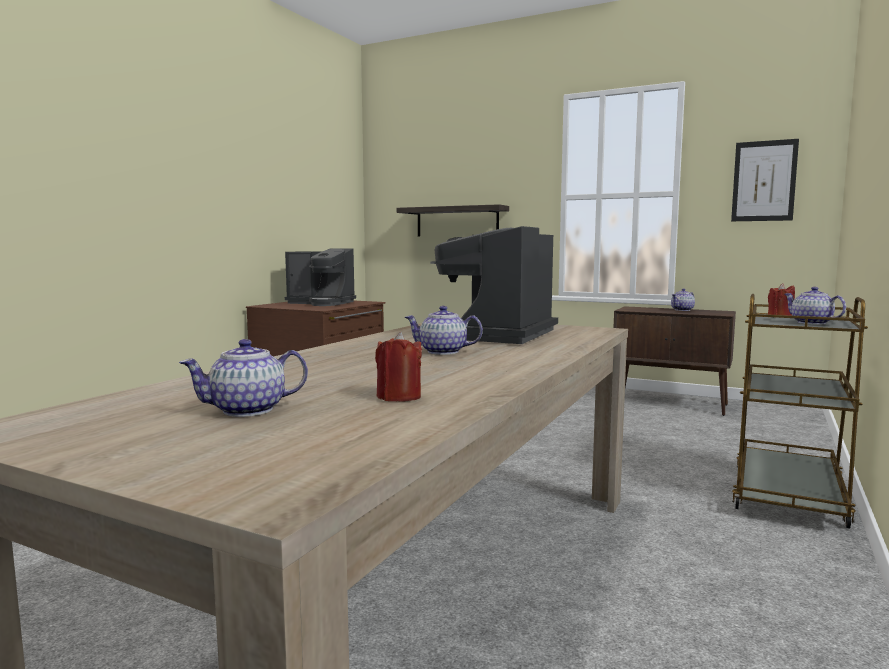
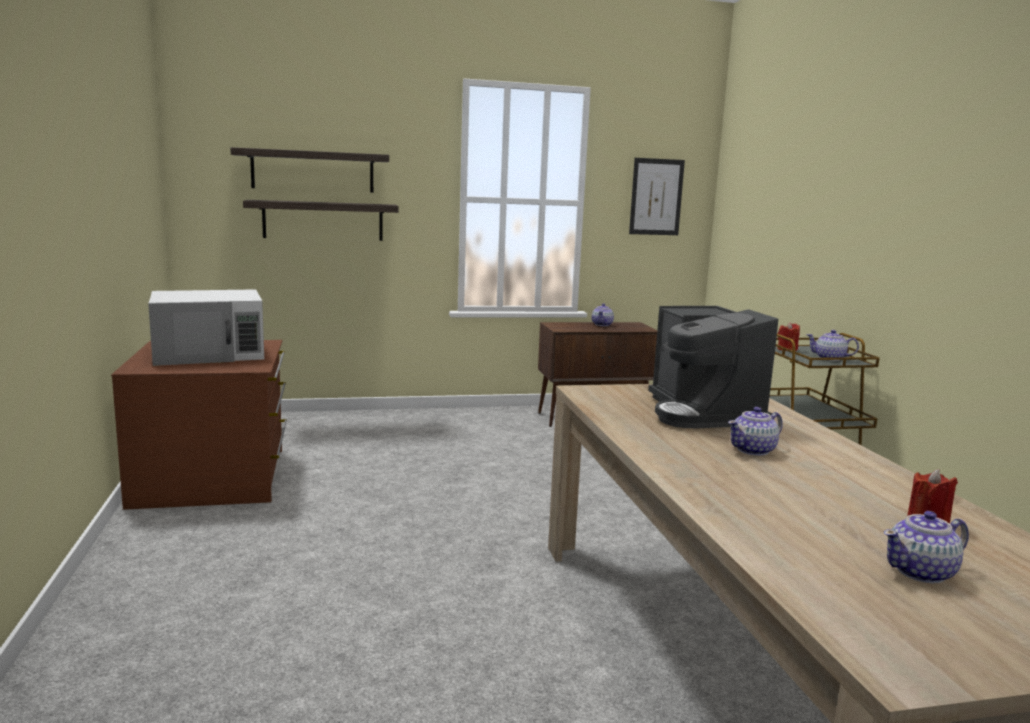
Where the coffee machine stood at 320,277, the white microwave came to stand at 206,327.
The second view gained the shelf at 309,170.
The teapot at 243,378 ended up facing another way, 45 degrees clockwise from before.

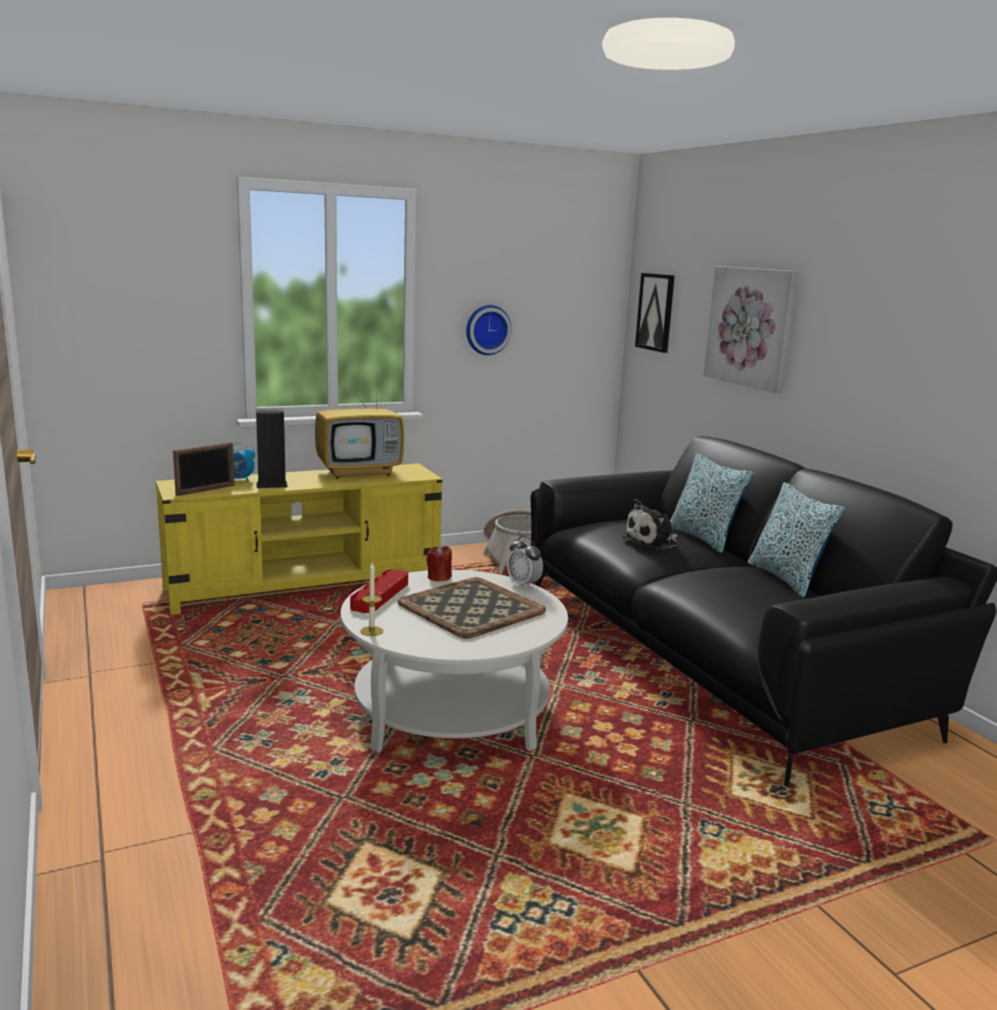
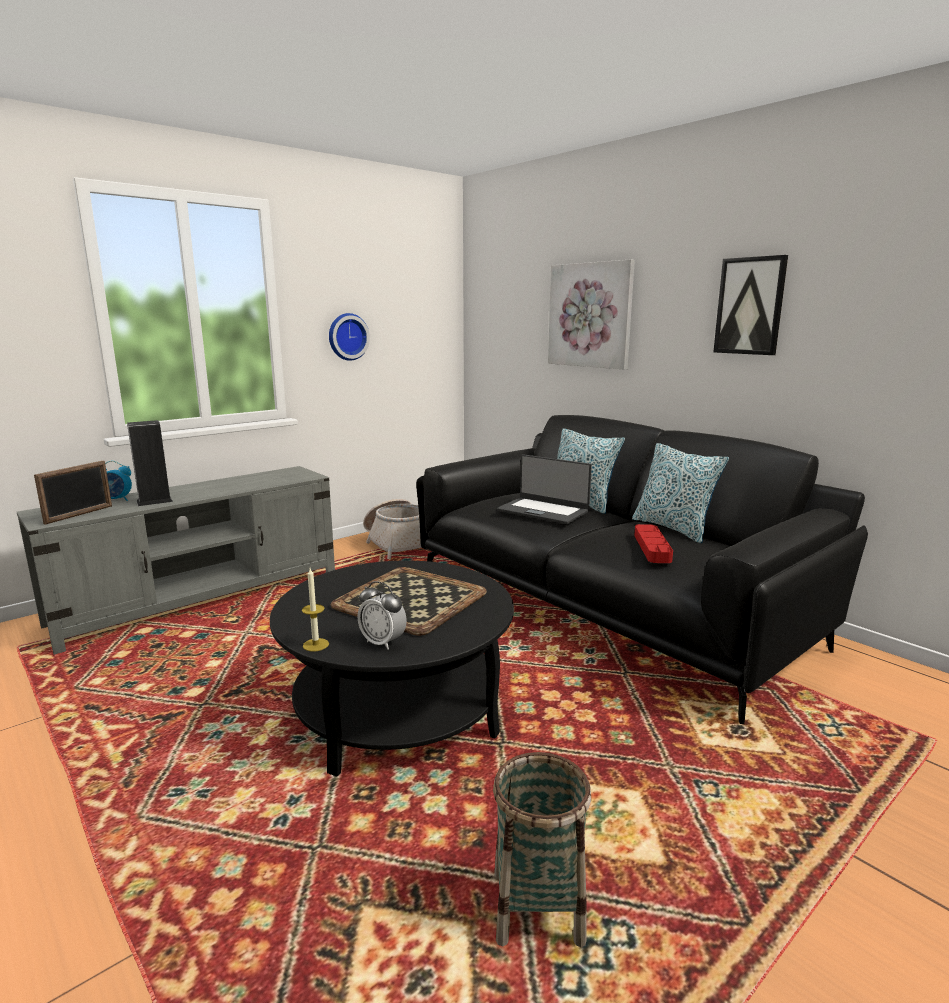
What was the yellow tv stand at 299,539 turned into the grey tv stand at 176,560.
What was the white coffee table at 454,661 turned into the black coffee table at 392,668.
The alarm clock ended up elsewhere, having gone from 525,562 to 382,615.
The second view gained the basket at 542,849.
Where the plush toy stood at 650,524, the laptop came to stand at 544,489.
The red tray ended up elsewhere, having gone from 379,591 to 653,543.
The picture ended up elsewhere, having gone from 655,313 to 750,305.
The second view lost the television at 359,428.
The second view lost the red candle at 439,563.

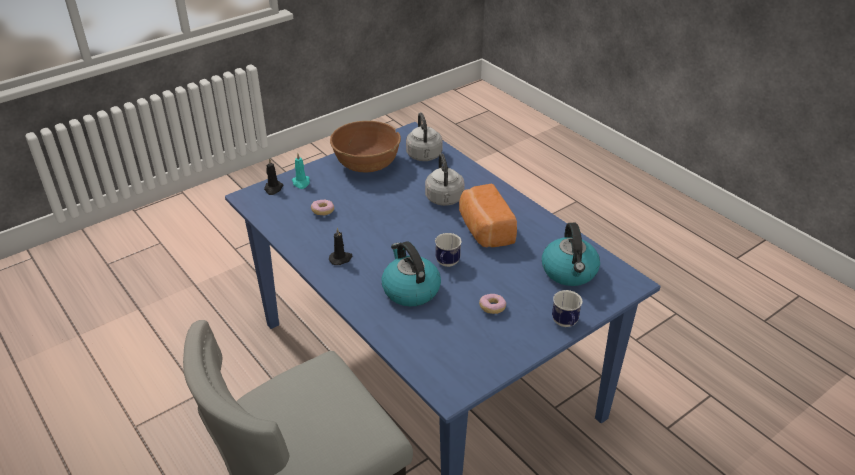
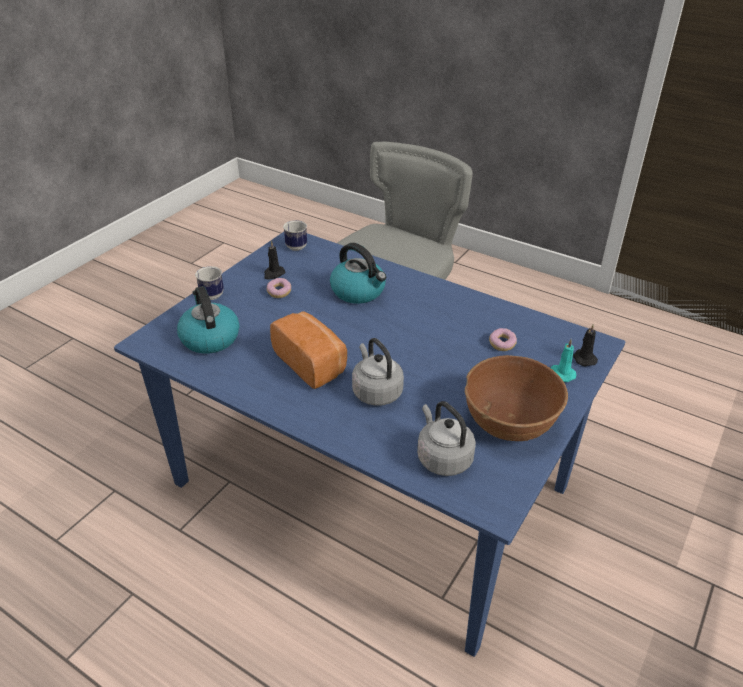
The black candle ended up elsewhere, having gone from 341,246 to 274,259.
The mug ended up elsewhere, having gone from 448,250 to 295,235.

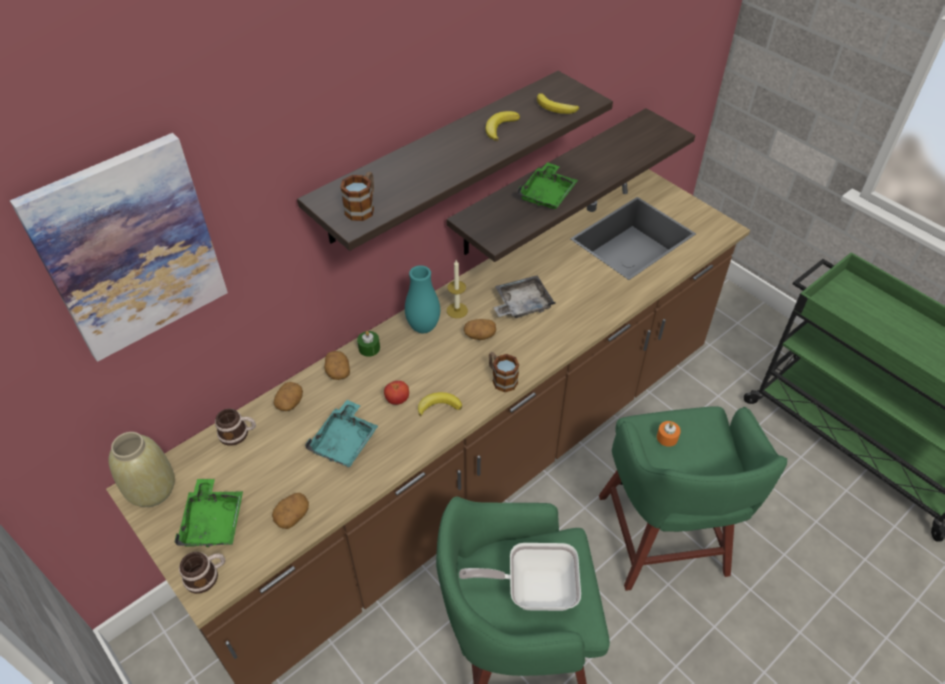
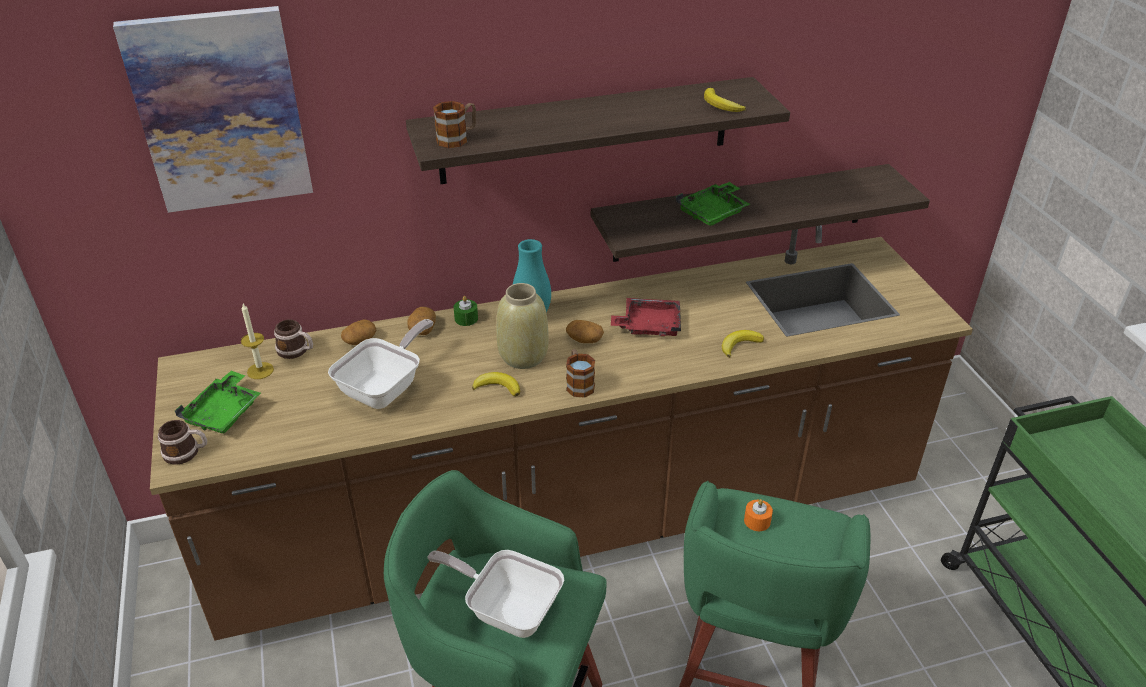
The candle ended up elsewhere, having gone from 457,289 to 257,341.
Where the turquoise tray stood at 341,434, the frying pan came to stand at 380,364.
The beige vase ended up elsewhere, having gone from 141,469 to 522,326.
What was the grey tray at 524,296 turned into the red tray at 646,317.
The banana ended up elsewhere, having gone from 502,126 to 743,344.
The second view lost the potato at 290,511.
The second view lost the tomato at 396,393.

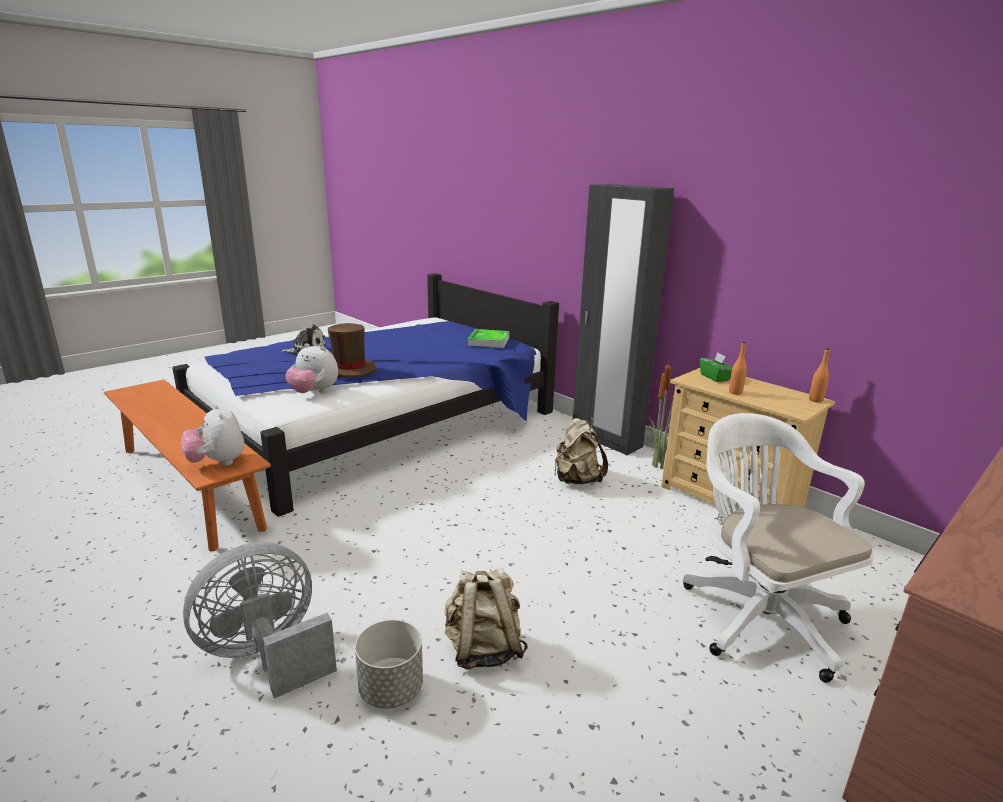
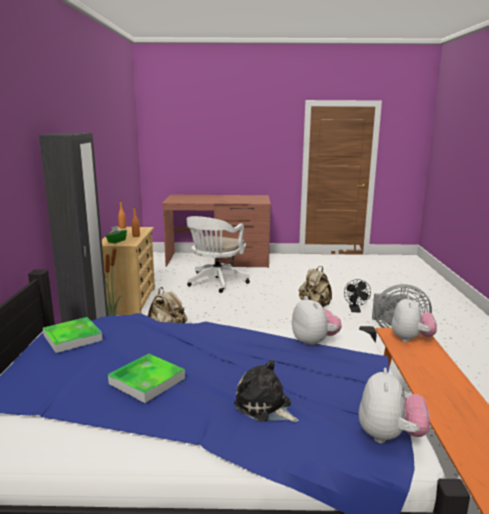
The second view gained the tray at 146,378.
Where the grey planter stood at 389,664, the black fan came to stand at 357,295.
The second view gained the plush toy at 394,405.
The second view lost the brown hat at 352,350.

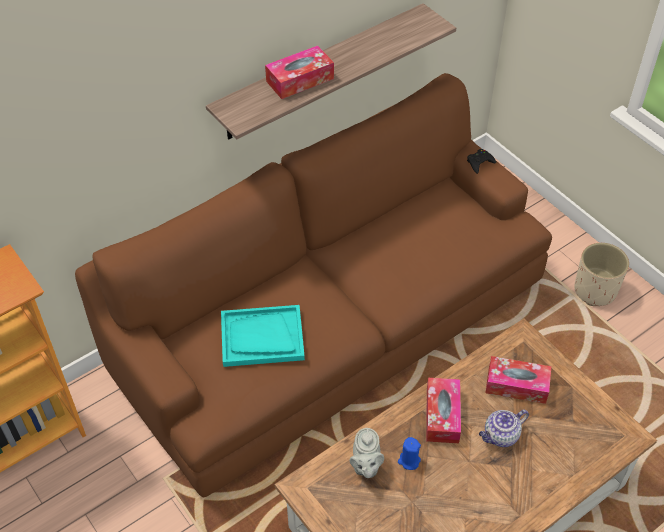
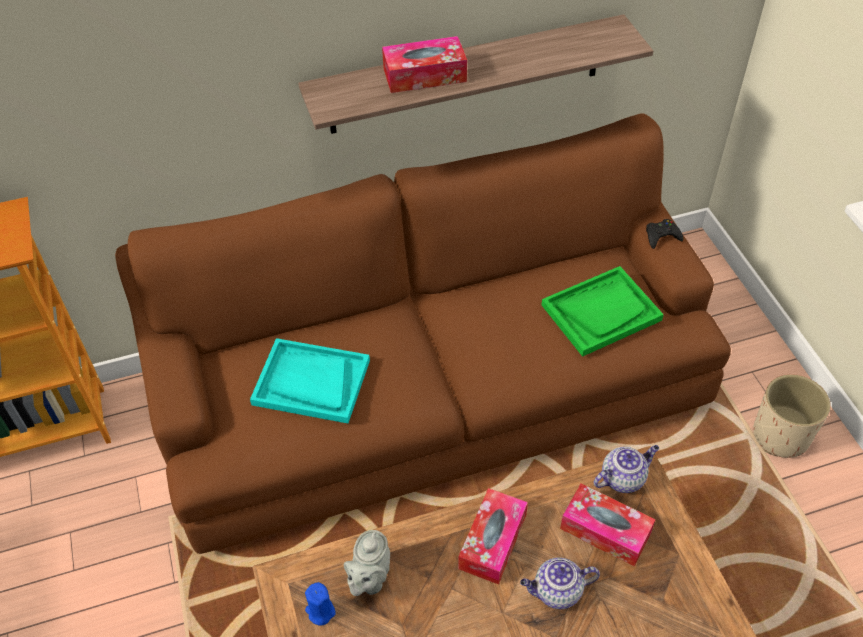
The blue candle ended up elsewhere, having gone from 409,453 to 320,604.
The second view gained the green tray at 603,311.
The second view gained the teapot at 626,469.

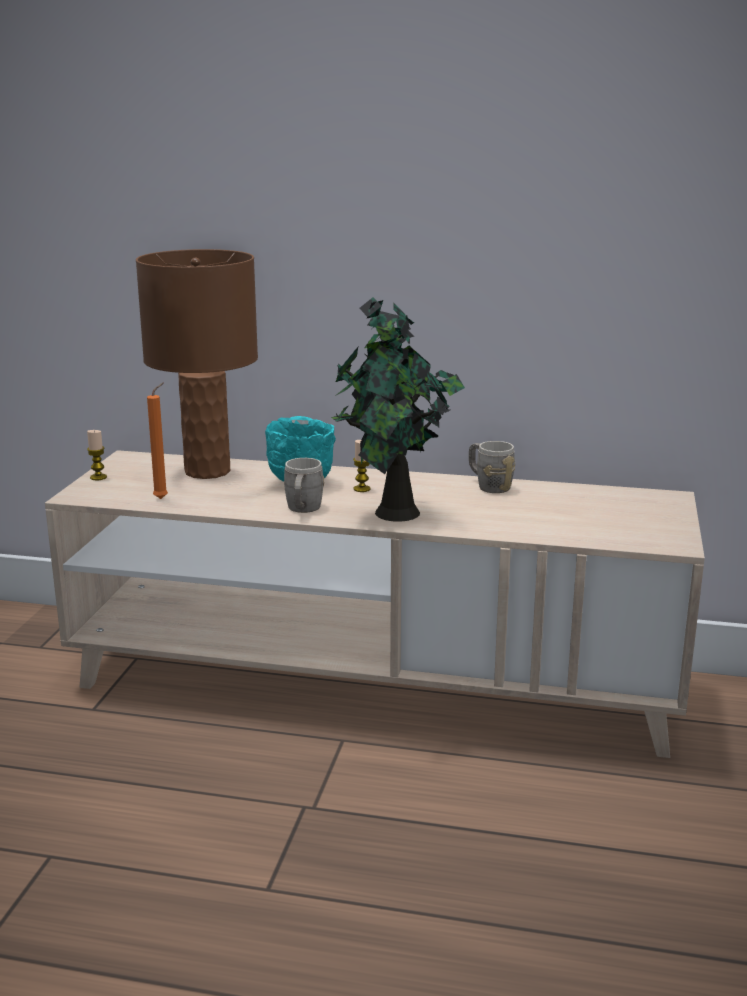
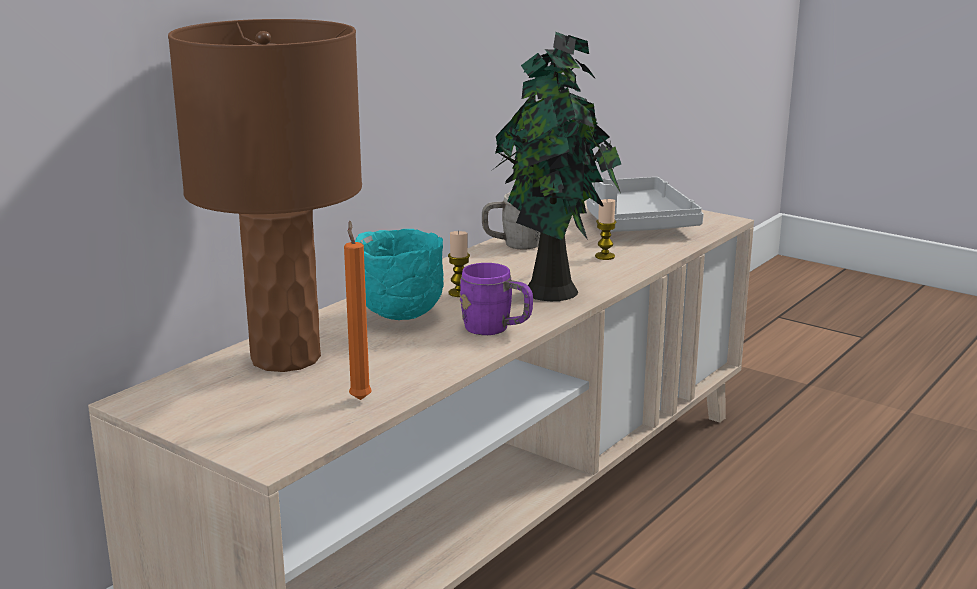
What was the grey mug at 304,485 turned into the purple mug at 496,299.
The second view gained the grey tray at 645,204.
The candle ended up elsewhere, having gone from 97,455 to 605,229.

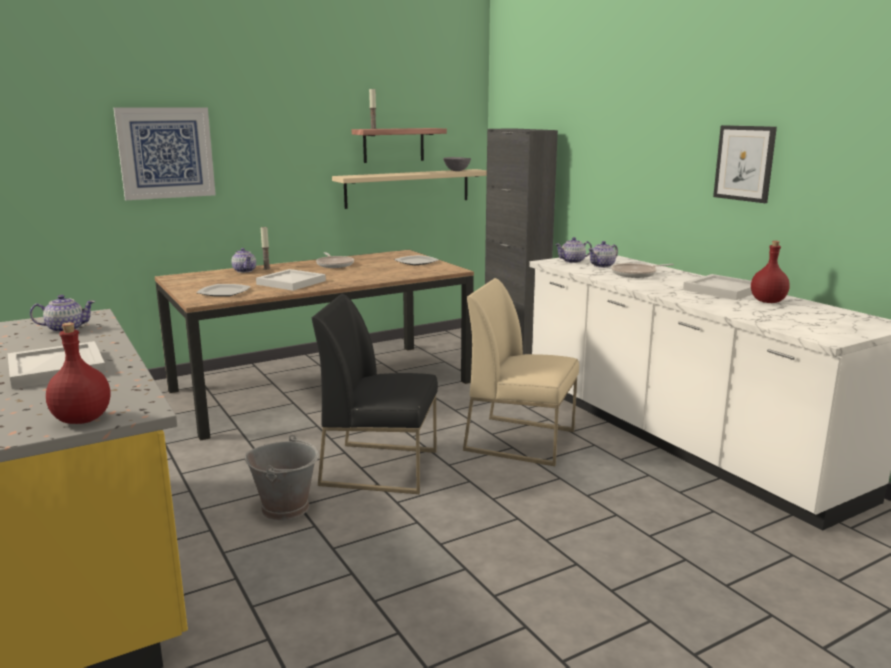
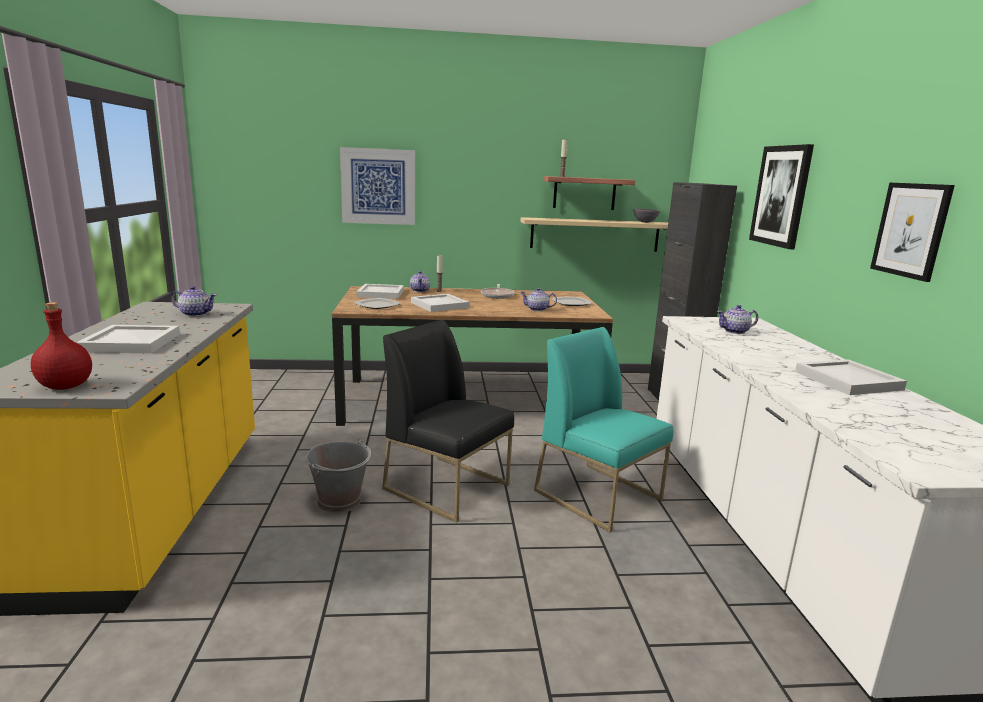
The second view gained the white tray at 380,291.
The teapot ended up elsewhere, having gone from 573,250 to 538,299.
What was the beige chair at 521,372 turned into the turquoise chair at 604,429.
The second view gained the picture at 781,196.
The second view lost the frying pan at 642,270.
The second view lost the red bottle at 770,272.

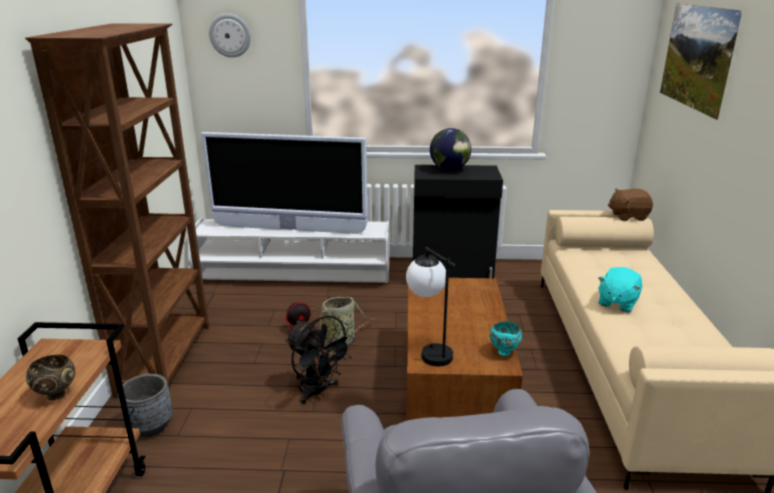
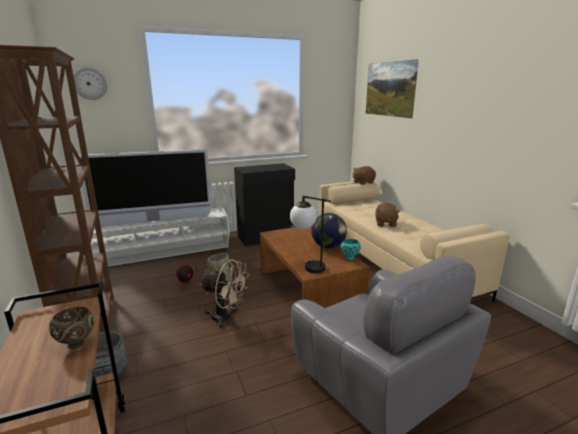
What was the black fan at 320,360 turned into the beige fan at 224,293.
The globe ended up elsewhere, having gone from 451,149 to 329,231.
What was the turquoise plush toy at 620,289 turned into the brown plush toy at 387,215.

